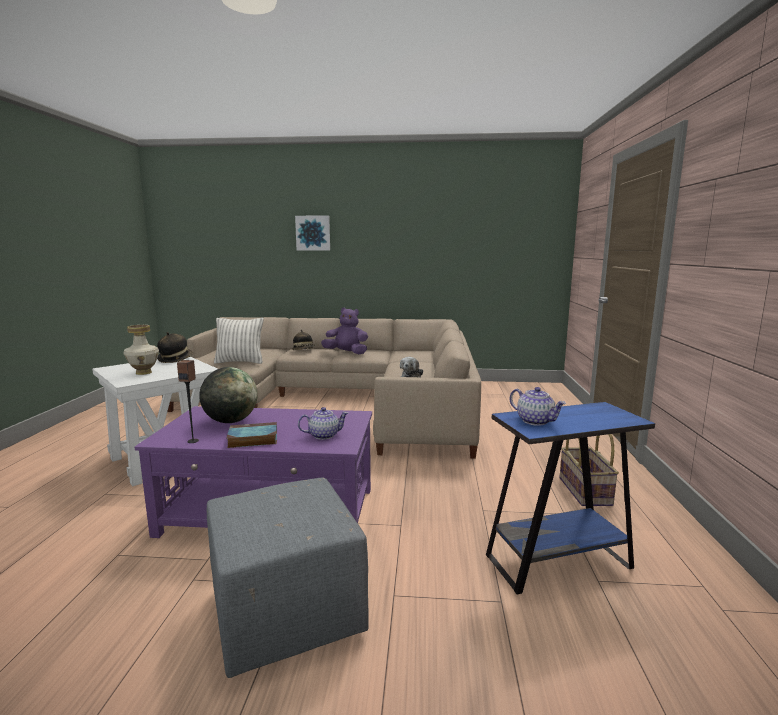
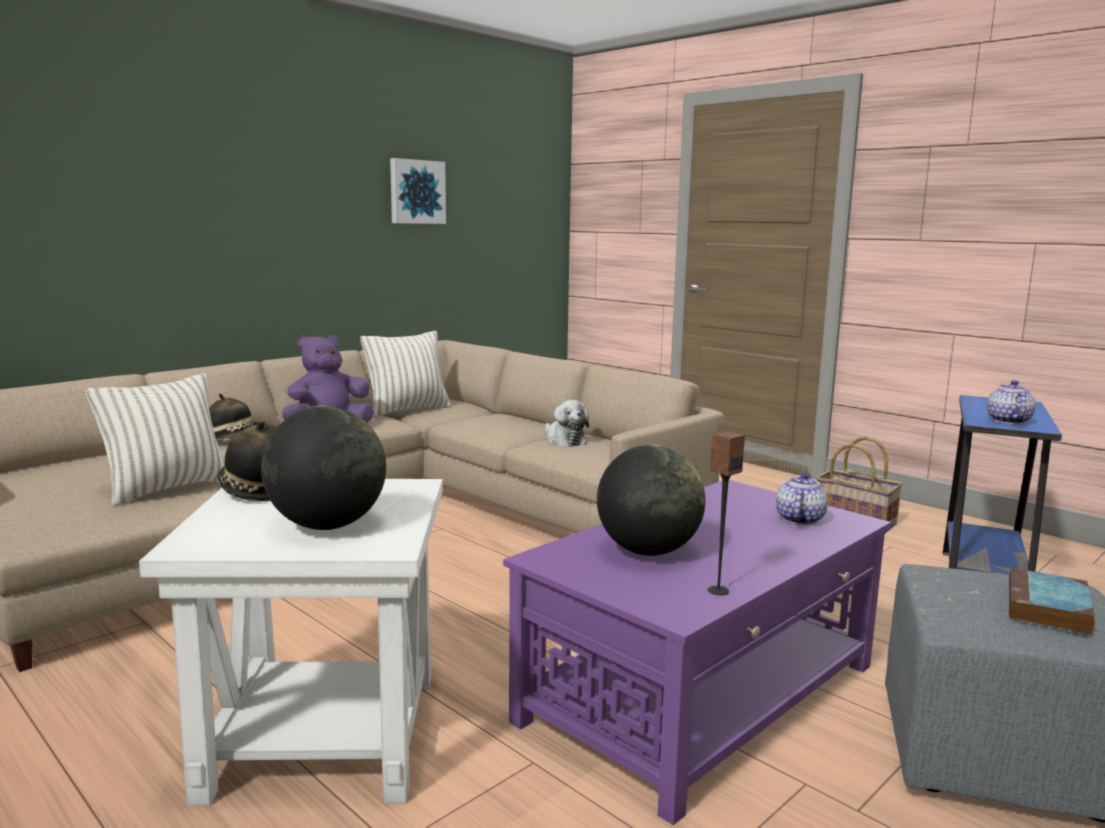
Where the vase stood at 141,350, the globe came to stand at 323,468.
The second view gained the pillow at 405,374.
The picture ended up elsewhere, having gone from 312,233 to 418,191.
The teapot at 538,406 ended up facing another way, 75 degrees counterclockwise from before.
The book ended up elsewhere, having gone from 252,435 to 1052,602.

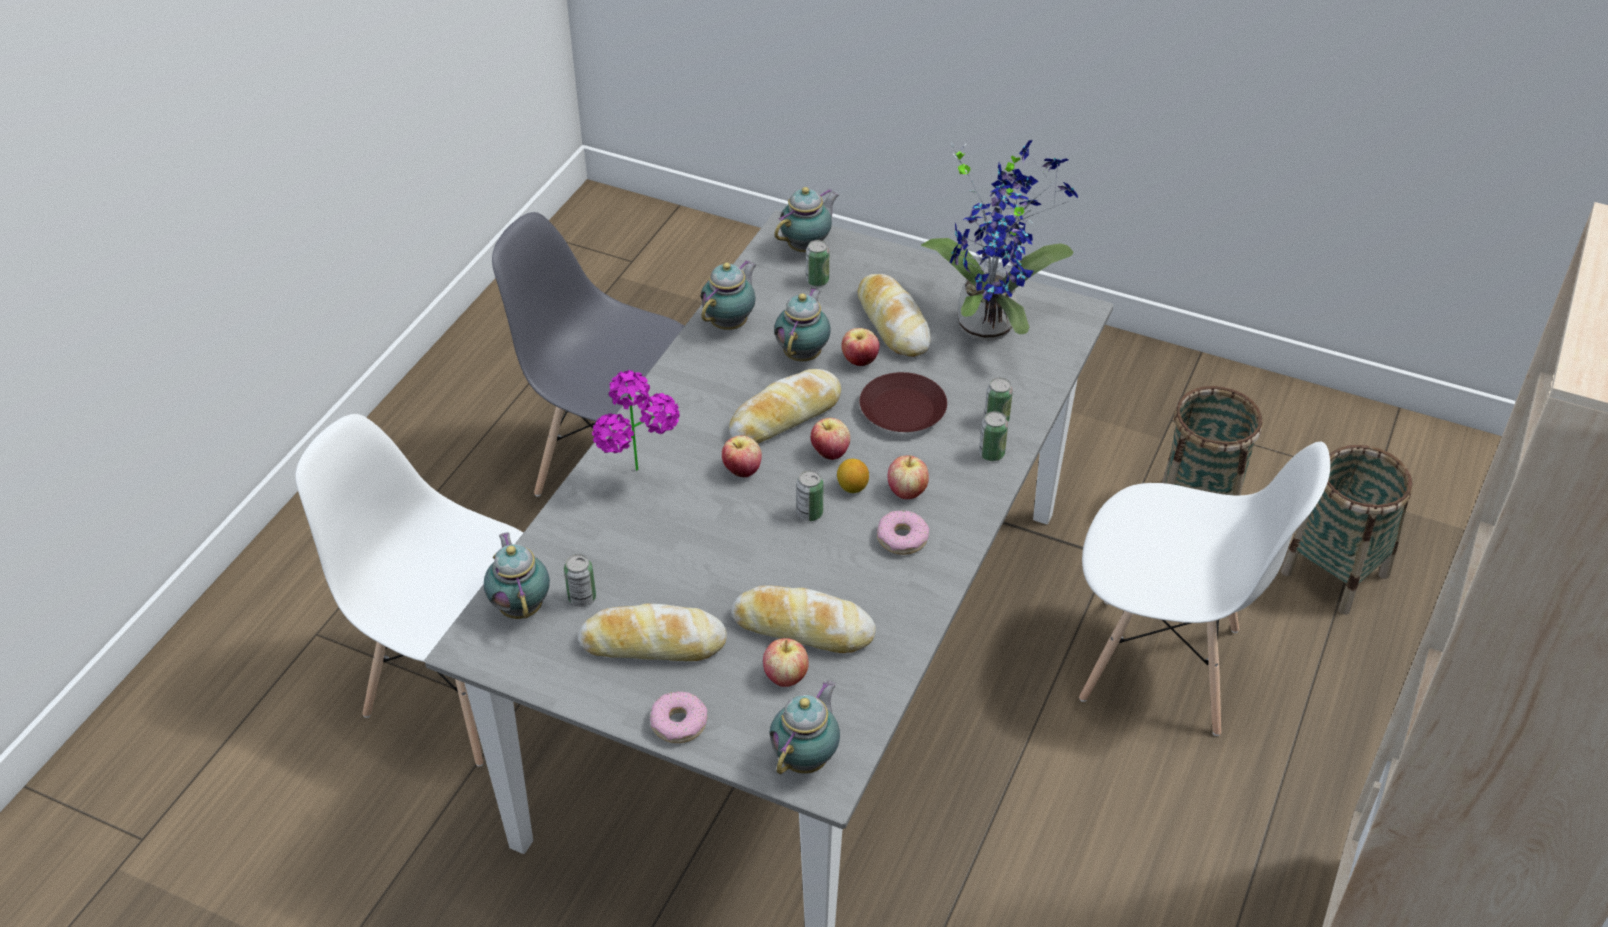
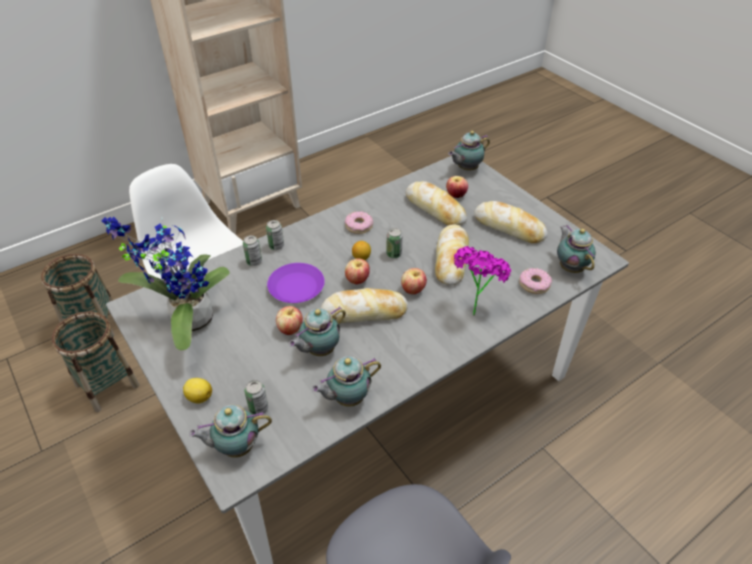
The second view gained the lemon at 197,391.
What was the brown plate at 903,402 turned into the purple plate at 296,283.
The bread ended up elsewhere, having gone from 894,315 to 452,254.
The donut ended up elsewhere, having gone from 678,717 to 535,281.
The teapot at 517,576 ended up facing another way, 150 degrees clockwise from before.
The second view lost the white chair at 409,590.
The second view lost the can at 580,580.
The second view lost the apple at 908,477.

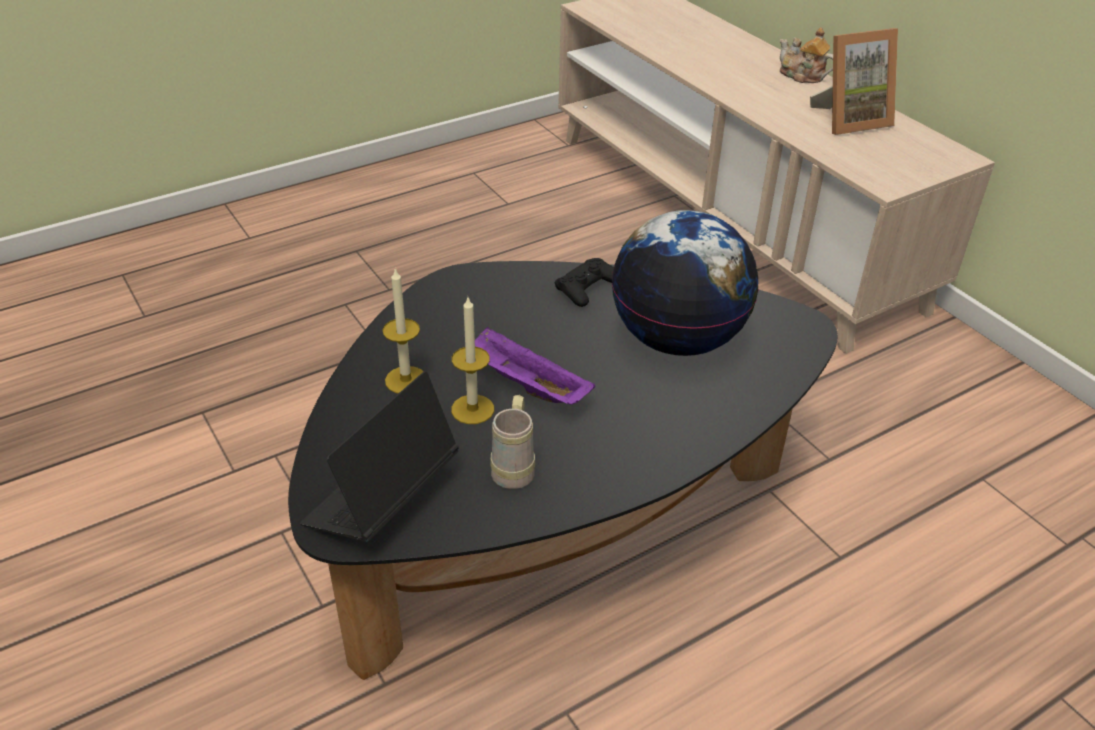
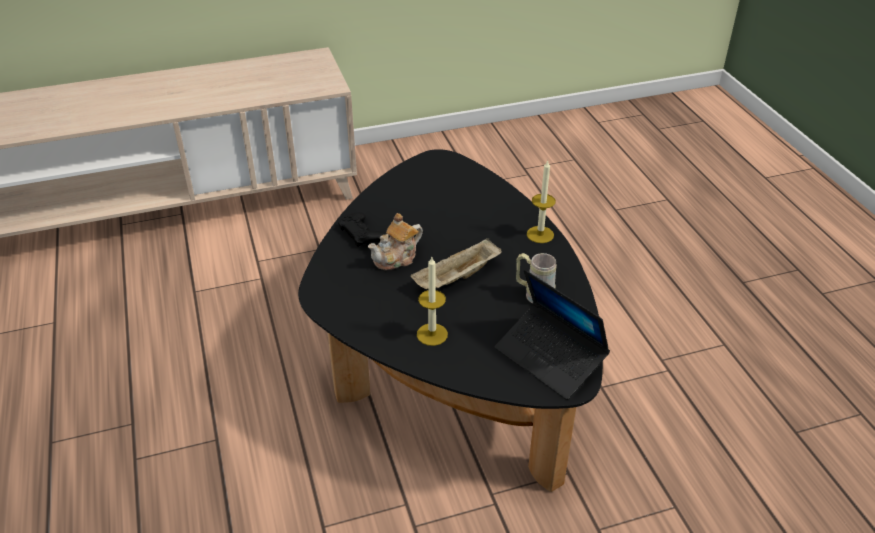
The teapot ended up elsewhere, having gone from 806,55 to 395,241.
What was the purple tray at 535,365 turned into the beige tray at 456,263.
The candle ended up elsewhere, having gone from 472,360 to 541,201.
The second view lost the globe at 685,283.
The second view lost the picture frame at 854,81.

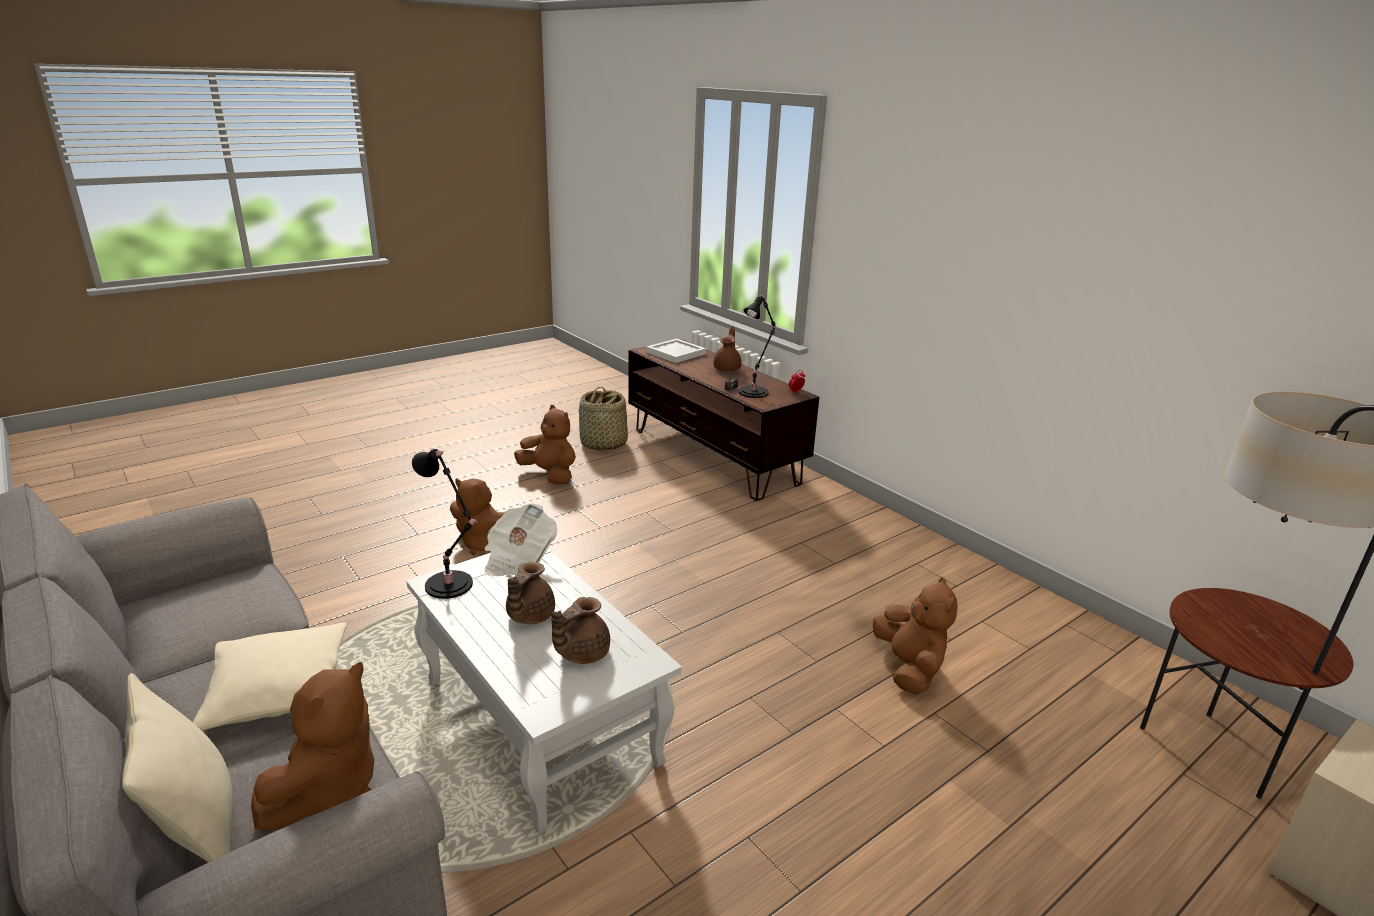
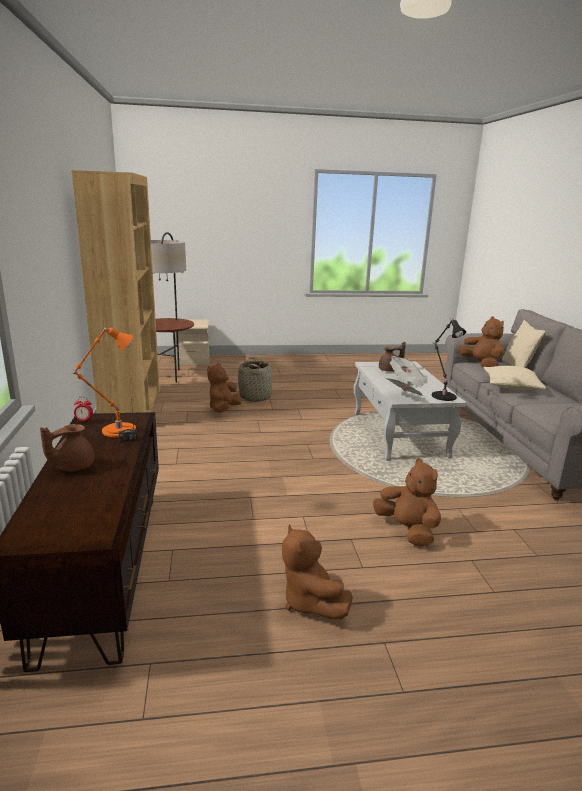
The second view gained the brown bookcase at 115,292.
What was the black table lamp at 757,346 turned into the orange table lamp at 104,382.
The basket ended up elsewhere, having gone from 603,418 to 255,379.
Where the brown teapot stood at 530,593, the newspaper came to stand at 408,371.
The brown plush toy at 313,746 ended up facing another way, 105 degrees clockwise from before.
The second view lost the white tray at 676,351.

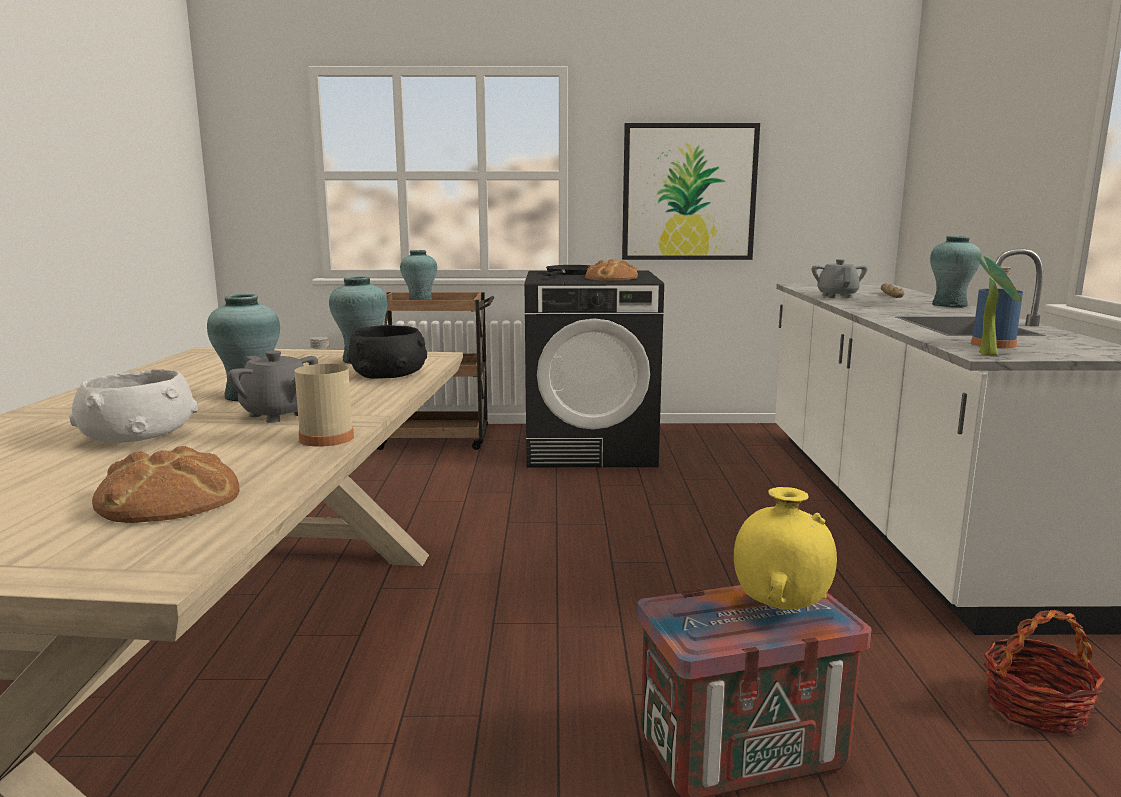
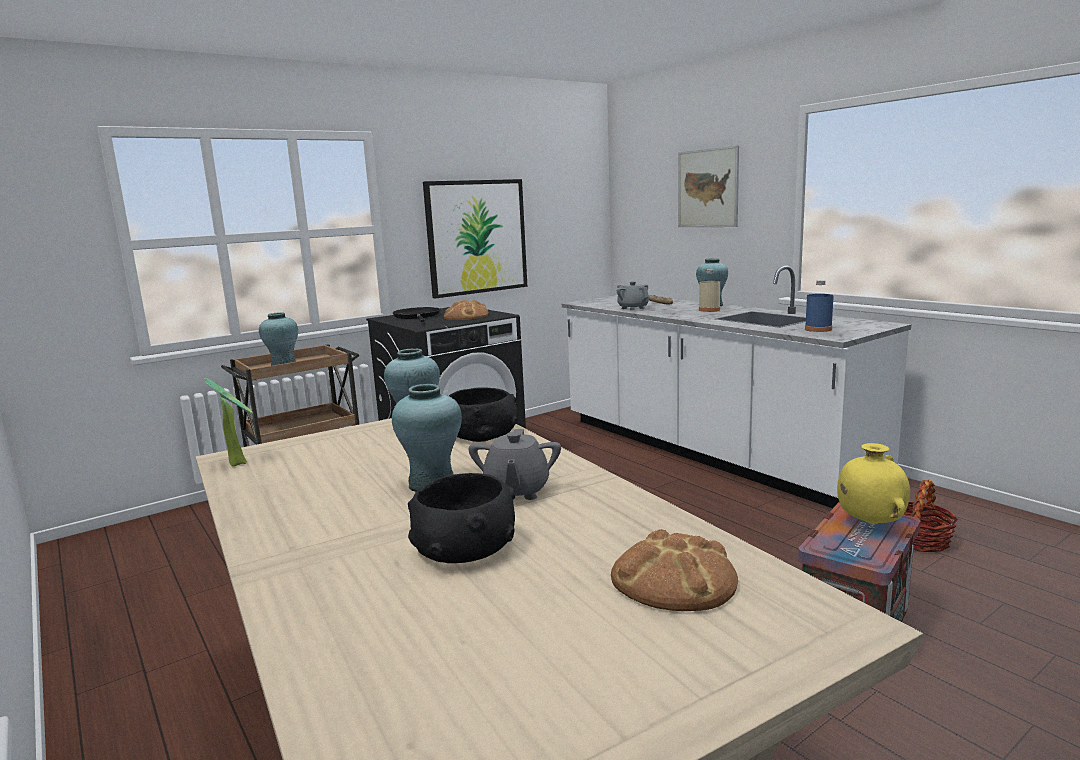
The potted plant ended up elsewhere, having gone from 998,305 to 228,422.
What was the white bowl at 133,406 turned into the black bowl at 461,518.
The grey teapot at 273,387 ended up facing another way, 90 degrees clockwise from before.
The second view gained the picture at 708,186.
The beige bottle ended up elsewhere, having gone from 324,392 to 709,290.

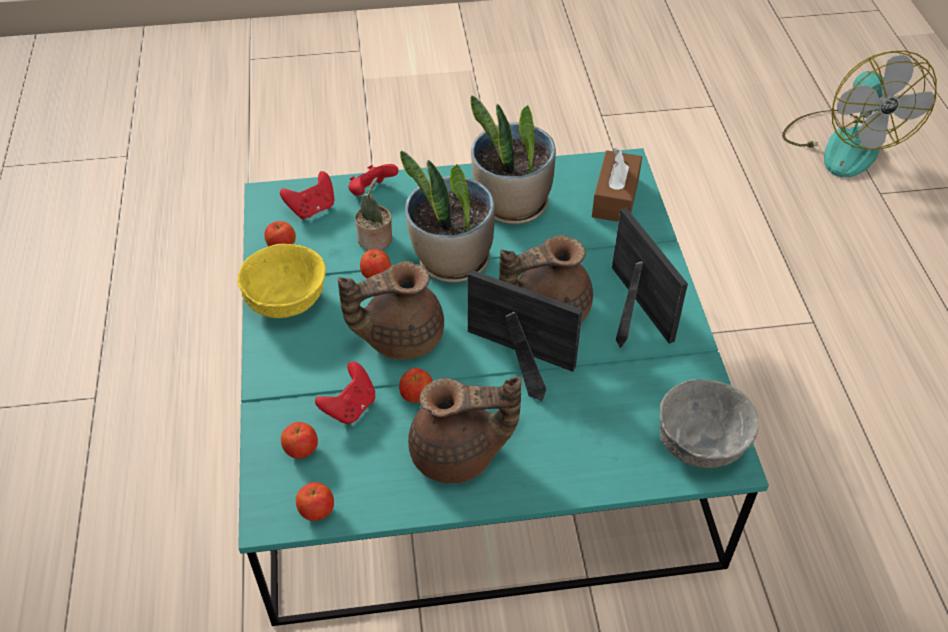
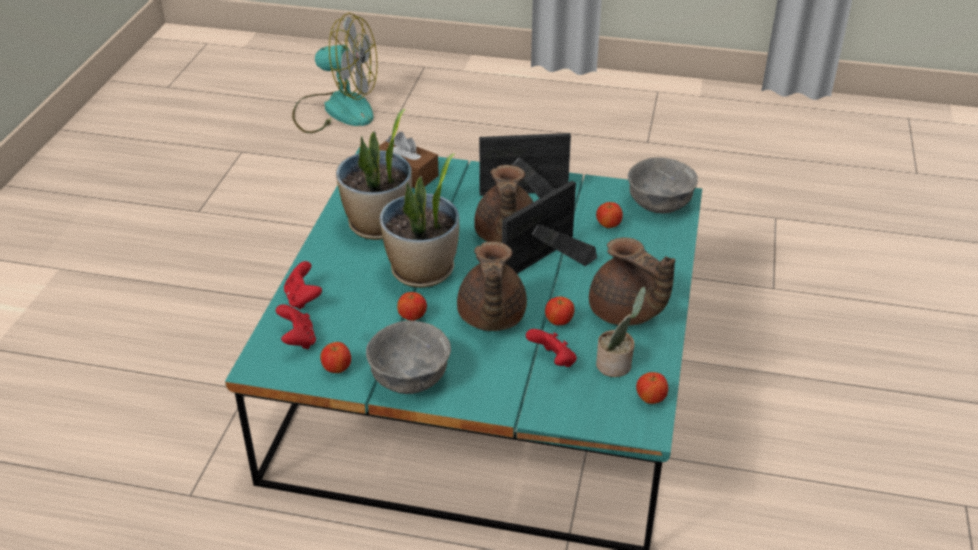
What was the yellow bowl at 281,281 turned into the grey bowl at 408,357.
The brown teapot at 464,430 ended up facing another way, 120 degrees clockwise from before.
The apple ended up elsewhere, having gone from 299,440 to 609,215.
The potted plant ended up elsewhere, having gone from 373,213 to 621,332.

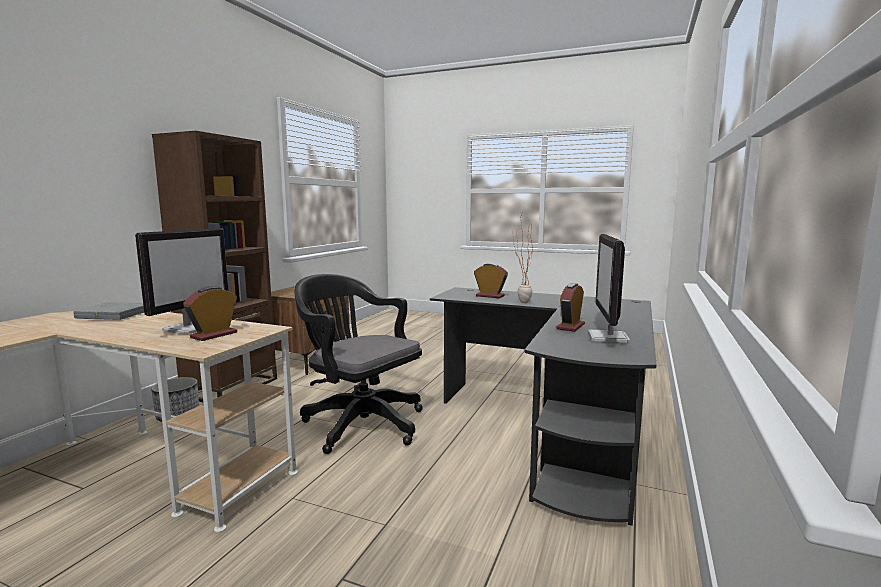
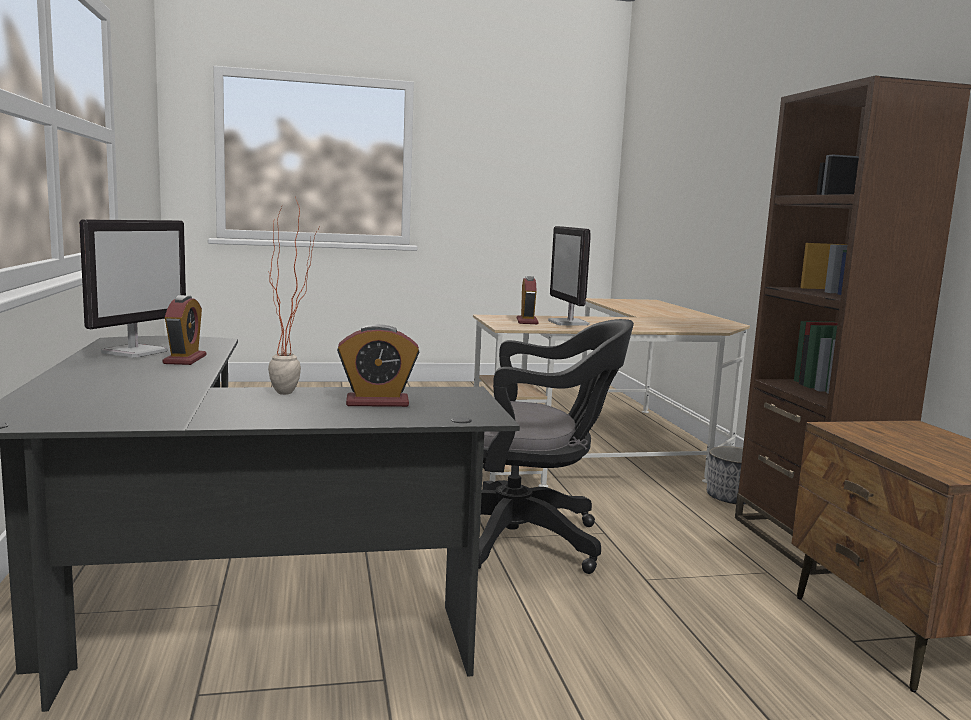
The monitor at 609,288 ended up facing another way, 45 degrees clockwise from before.
The second view lost the grey book at 109,311.

